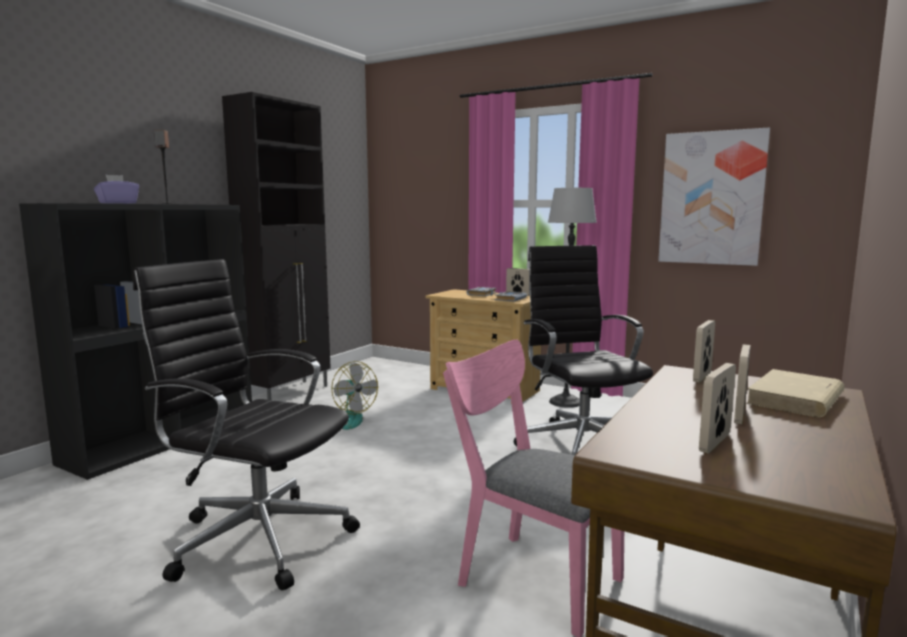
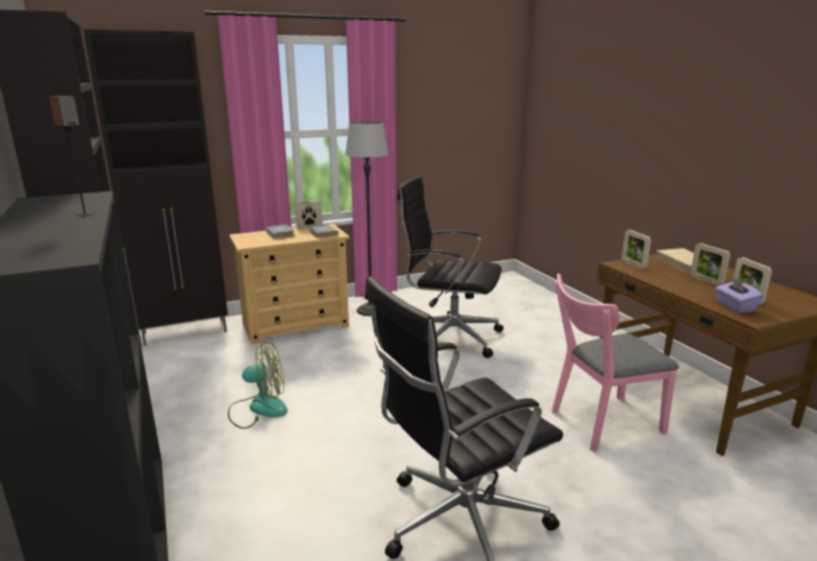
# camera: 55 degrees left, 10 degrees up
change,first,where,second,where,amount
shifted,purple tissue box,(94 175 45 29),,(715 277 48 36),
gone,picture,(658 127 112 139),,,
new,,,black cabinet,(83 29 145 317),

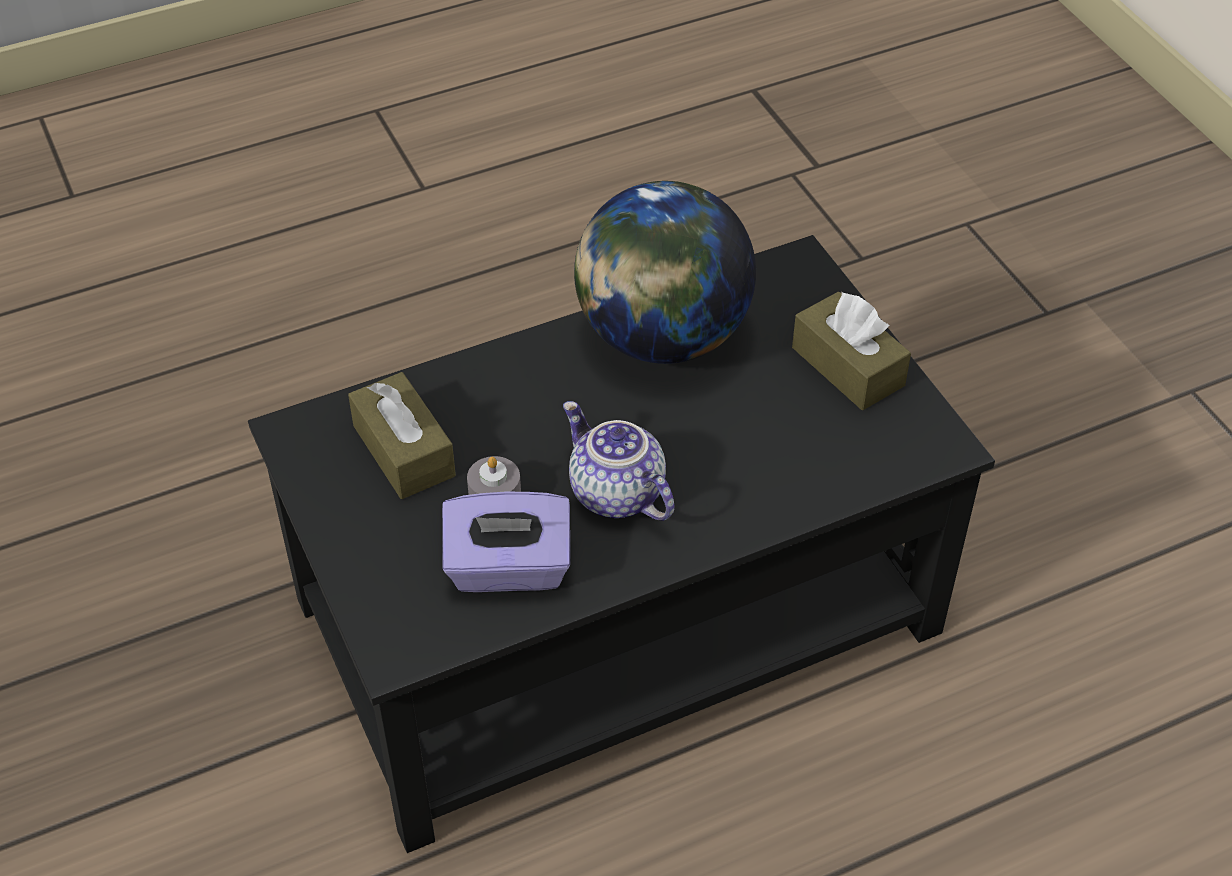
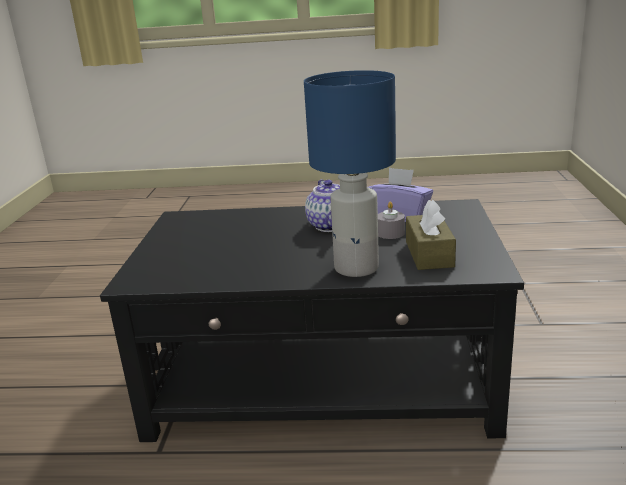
# camera: 150 degrees left, 25 degrees down
change,first,where,second,where,amount
gone,globe,(574 181 182 183),,,
gone,brown tissue box,(792 291 119 119),,,
new,,,blue table lamp,(304 70 92 207),

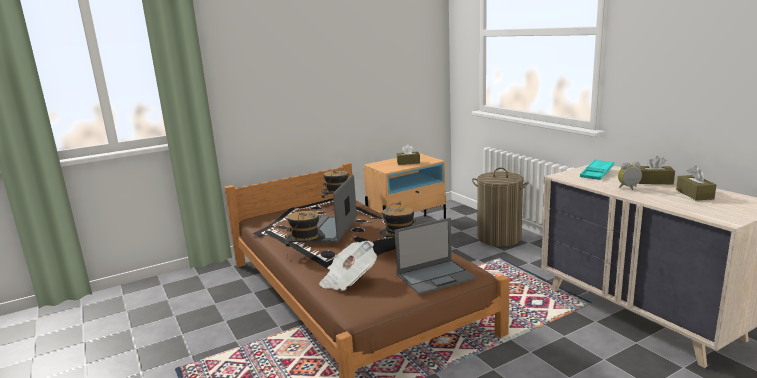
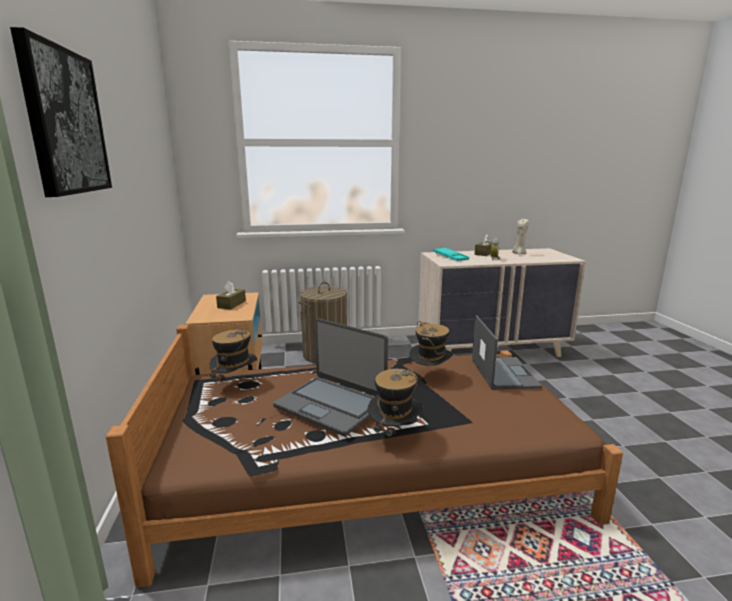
# camera: 70 degrees left, 0 degrees up
change,first,where,second,where,amount
gone,newspaper,(319 241 58 50),,,
swapped,brown tissue box,(676 166 40 35),beige candle,(512 219 17 35),
new,,,picture,(10 27 102 170),

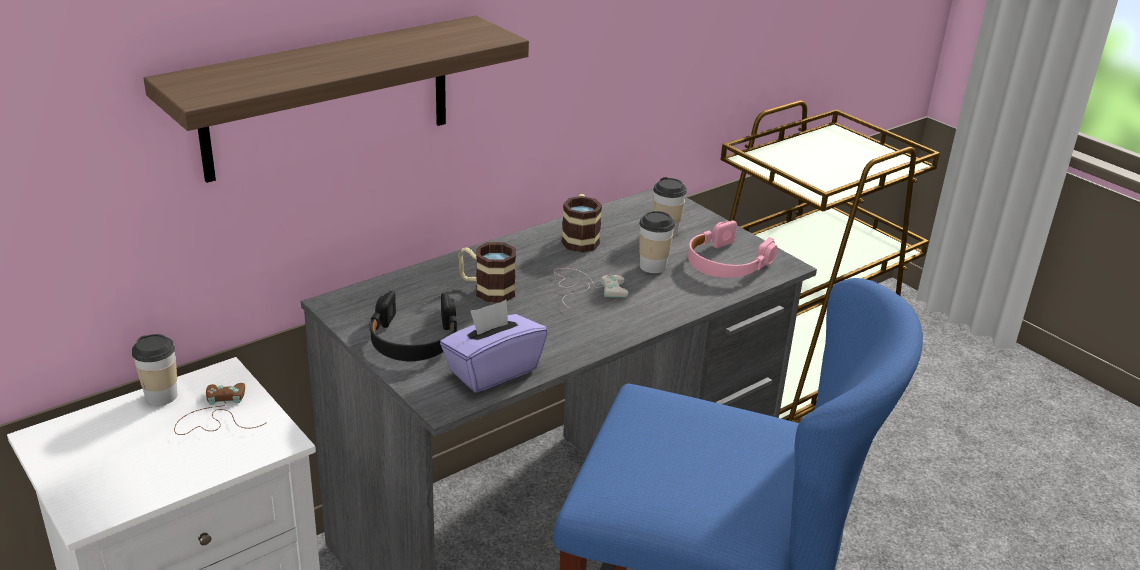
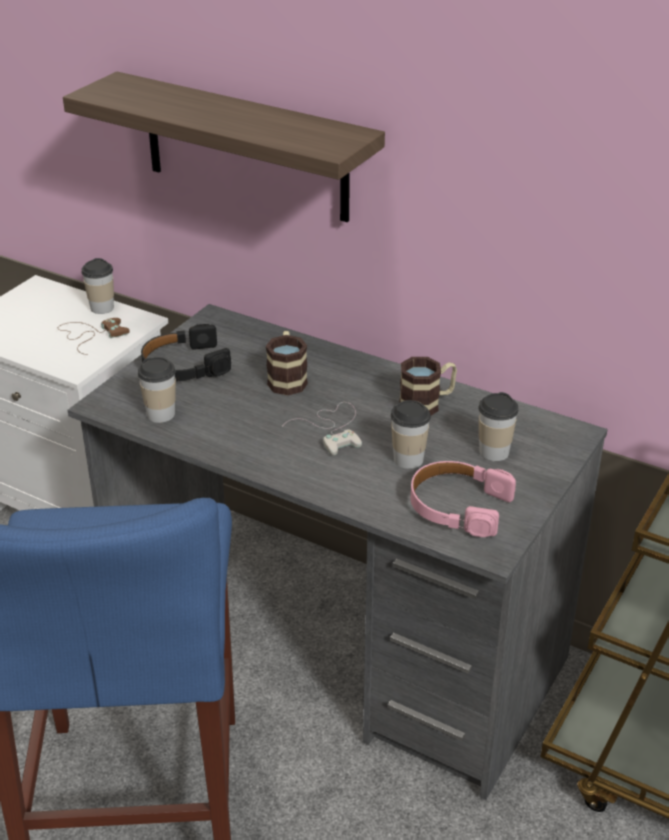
# camera: 70 degrees right, 5 degrees up
change,first,where,second,where,amount
swapped,purple tissue box,(440 300 108 92),cup,(138 357 38 66),

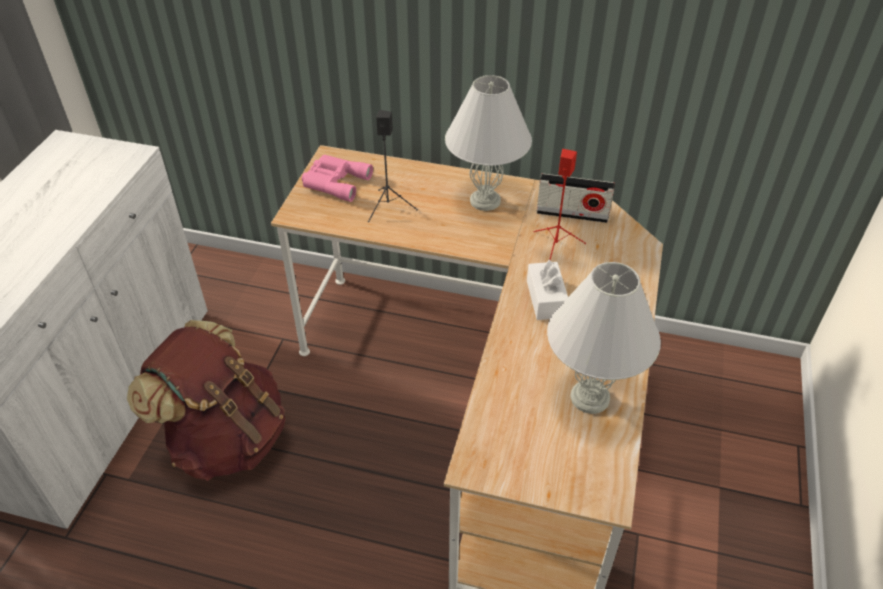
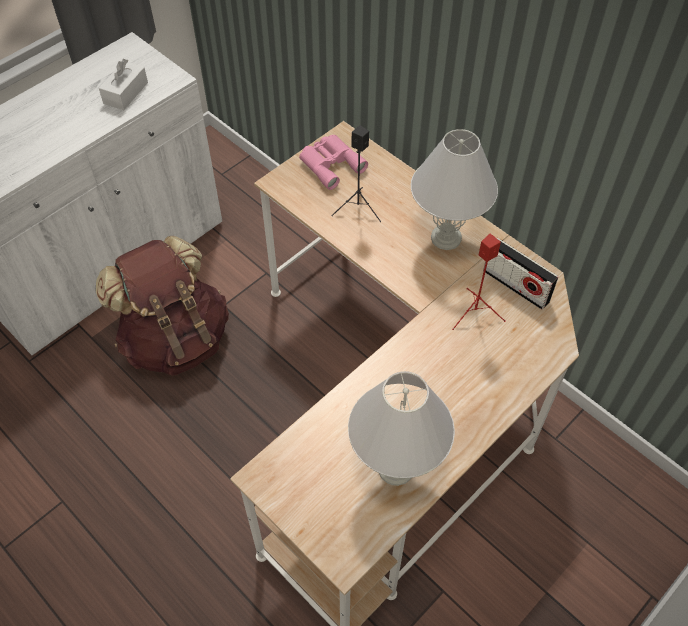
# camera: 30 degrees right, 10 degrees up
change,first,where,second,where,amount
shifted,white tissue box,(527 260 41 60),,(99 59 49 51),

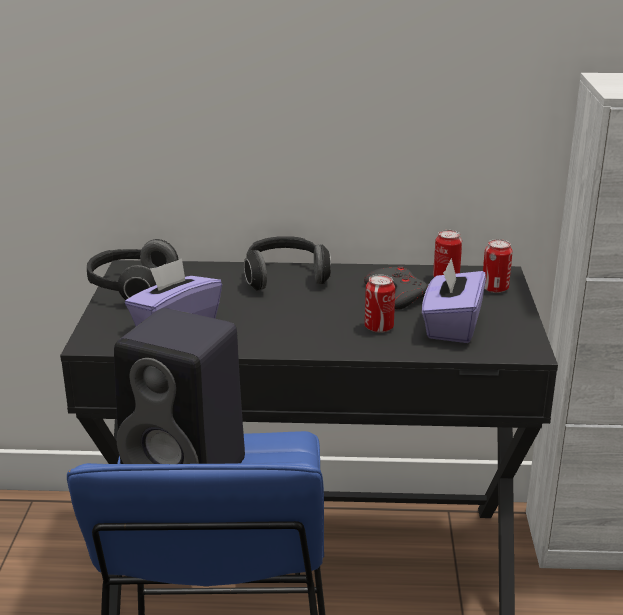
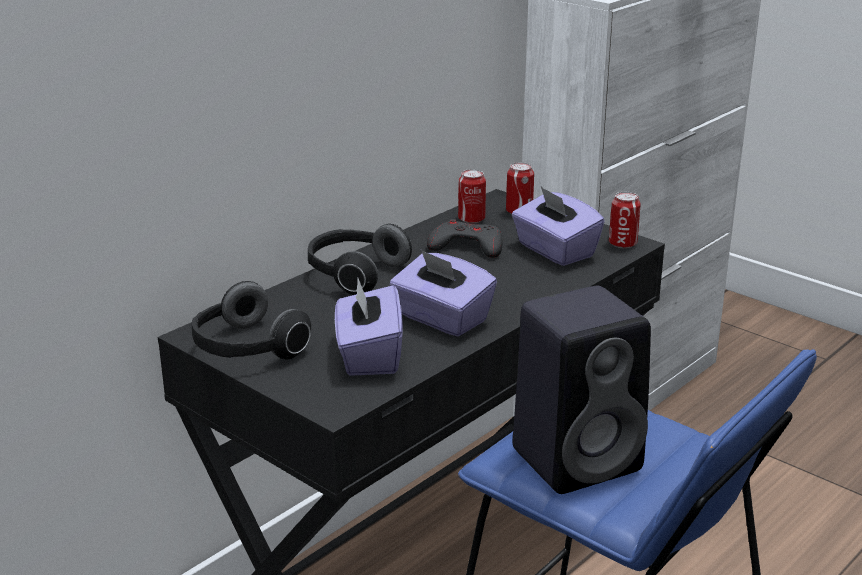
# camera: 50 degrees left, 0 degrees up
change,first,where,second,where,amount
shifted,can,(365 274 30 59),,(609 192 31 56),
new,,,purple tissue box,(390 250 107 87),

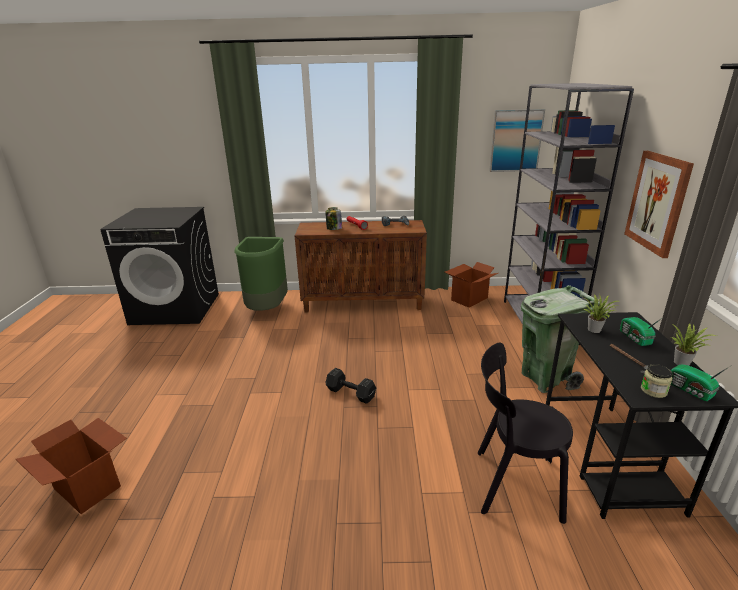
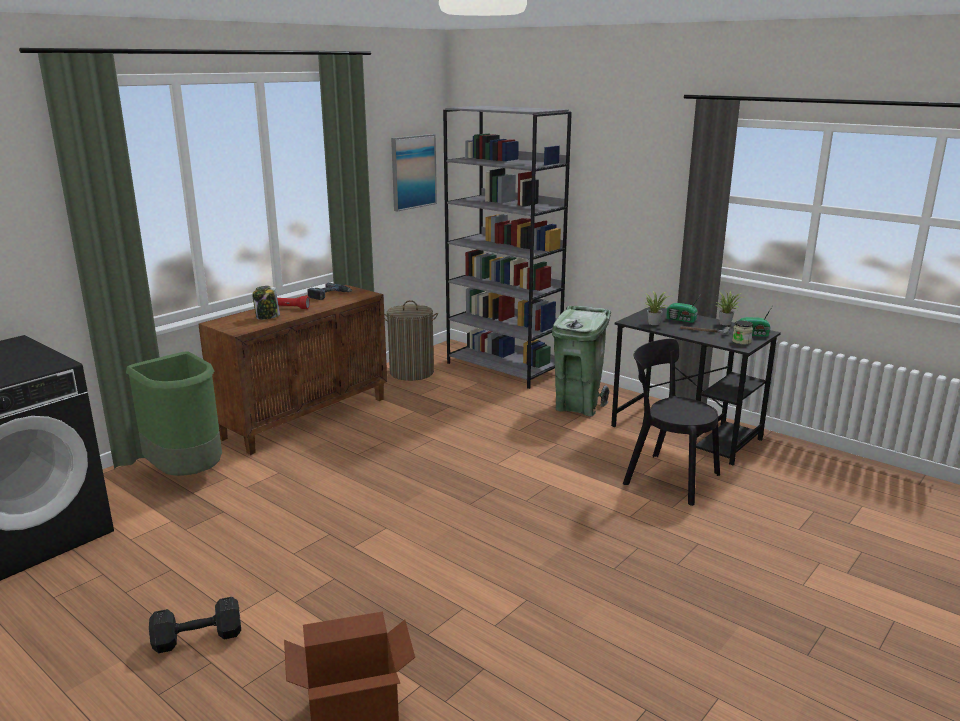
# camera: 50 degrees left, 5 degrees down
change,first,where,second,where,amount
shifted,black dumbbell,(325 368 51 36),,(149 597 92 56),
swapped,cardboard box,(445 262 53 46),laundry basket,(384 300 54 81),
rotated,black chair,(478 343 95 181),,(623 339 97 167),75 degrees clockwise
gone,picture,(624 151 70 107),,,

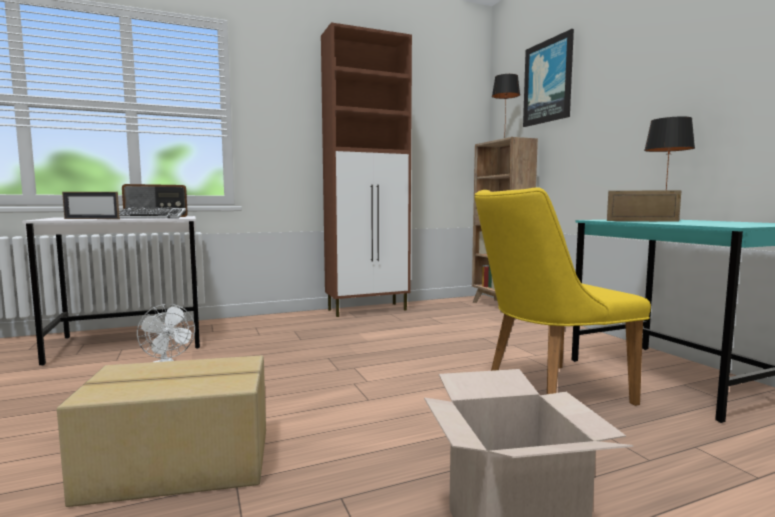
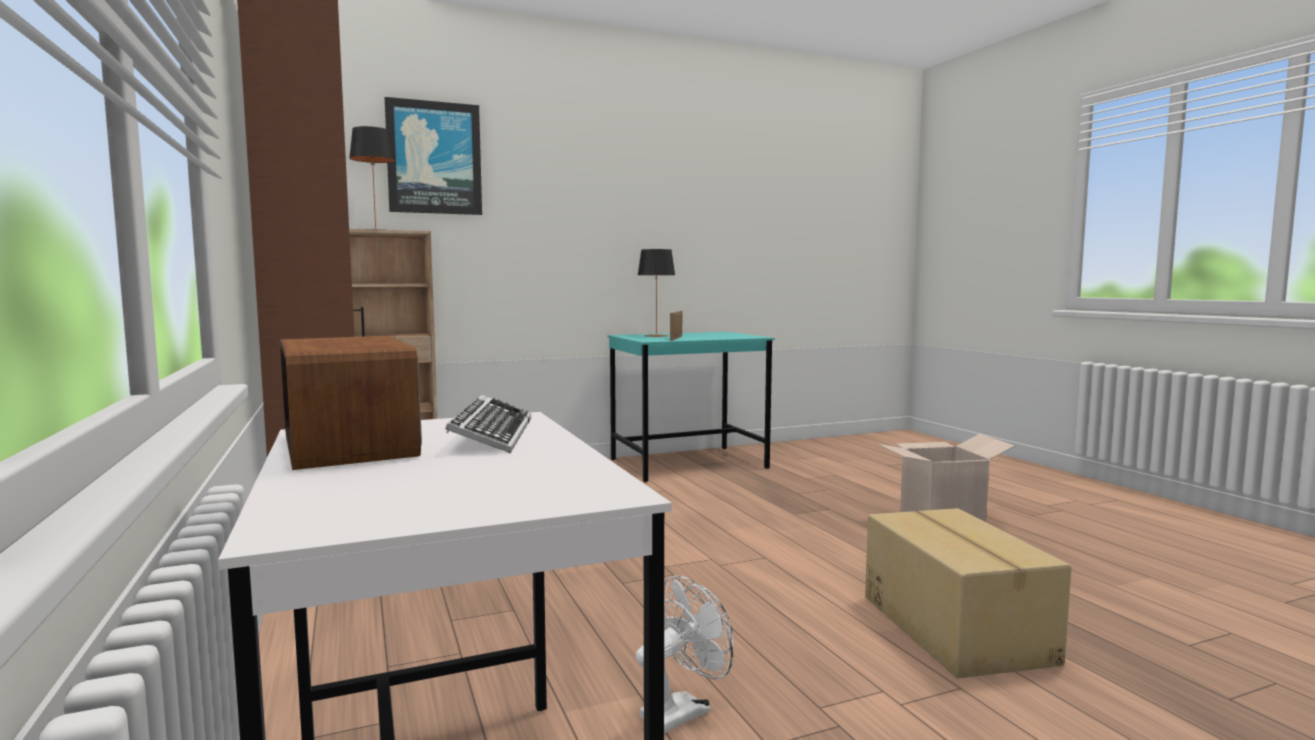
# camera: 90 degrees left, 0 degrees up
change,first,where,second,where,amount
gone,picture frame,(62 192 58 27),,,
gone,yellow chair,(475 187 176 219),,,

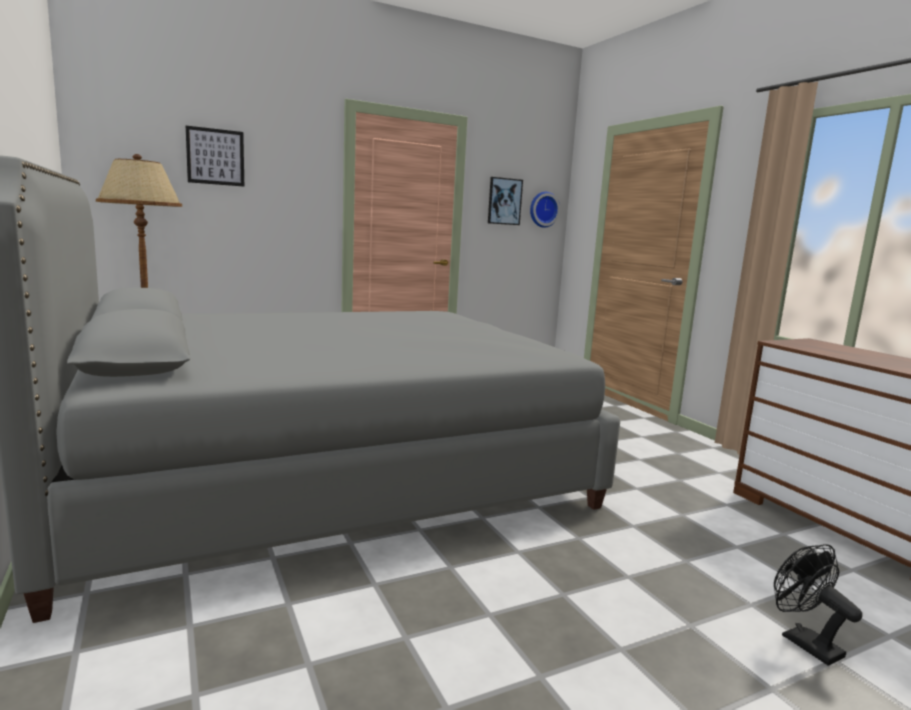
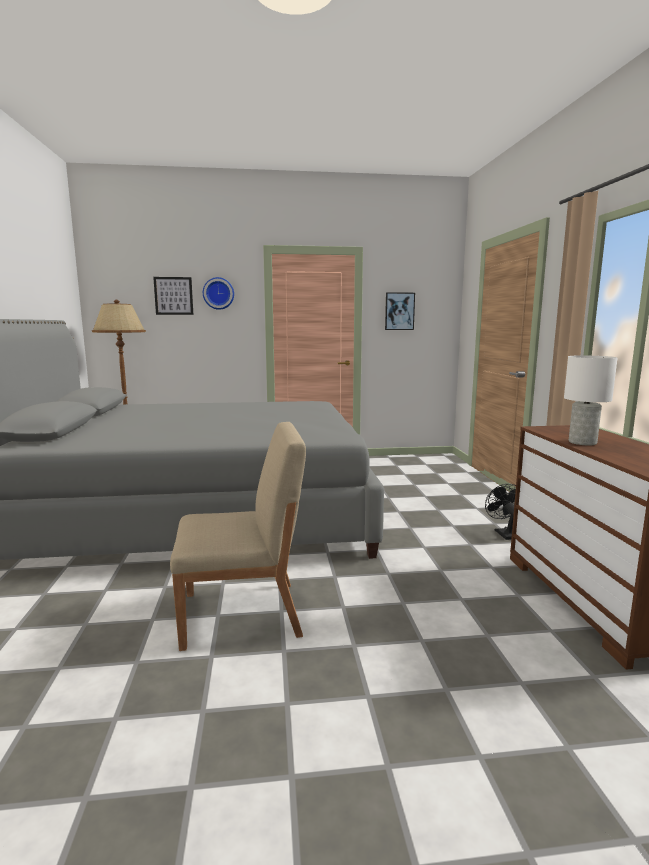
# camera: 20 degrees right, 0 degrees up
change,first,where,second,where,amount
shifted,wall clock,(530 192 30 36),,(203 277 31 33),
shifted,black fan,(774 544 89 122),,(485 484 31 56),
new,,,beige chair,(170 422 136 229),
new,,,white table lamp,(564 356 54 89),

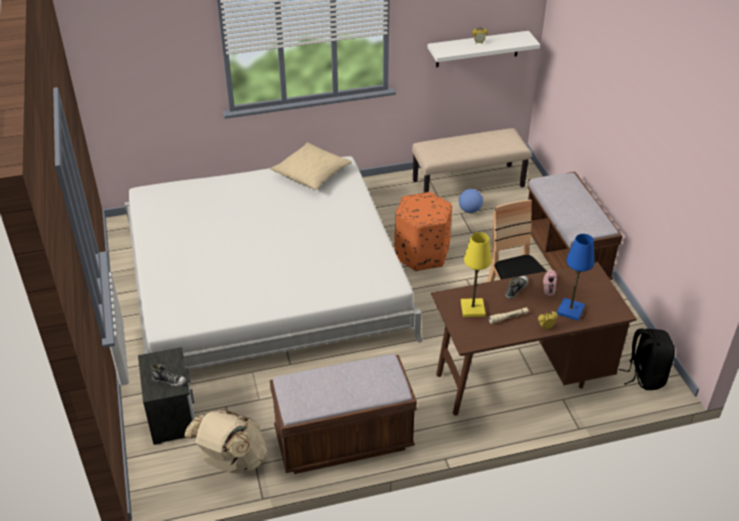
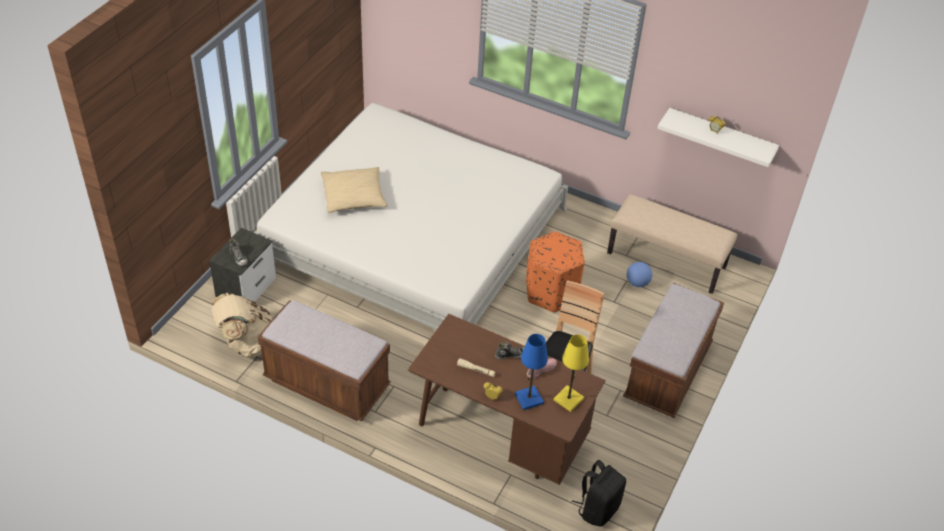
# camera: 40 degrees right, 5 degrees up
change,first,where,second,where,amount
shifted,beige pillow,(270 143 82 47),,(321 167 66 46),
shifted,yellow table lamp,(461 232 31 85),,(554 334 35 78),

